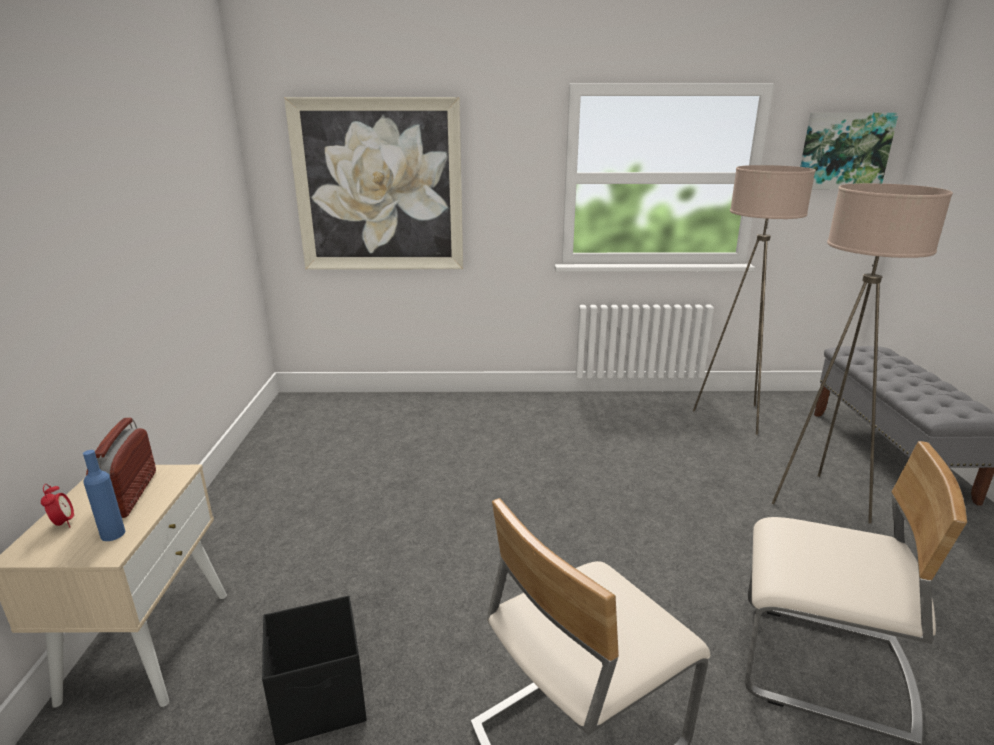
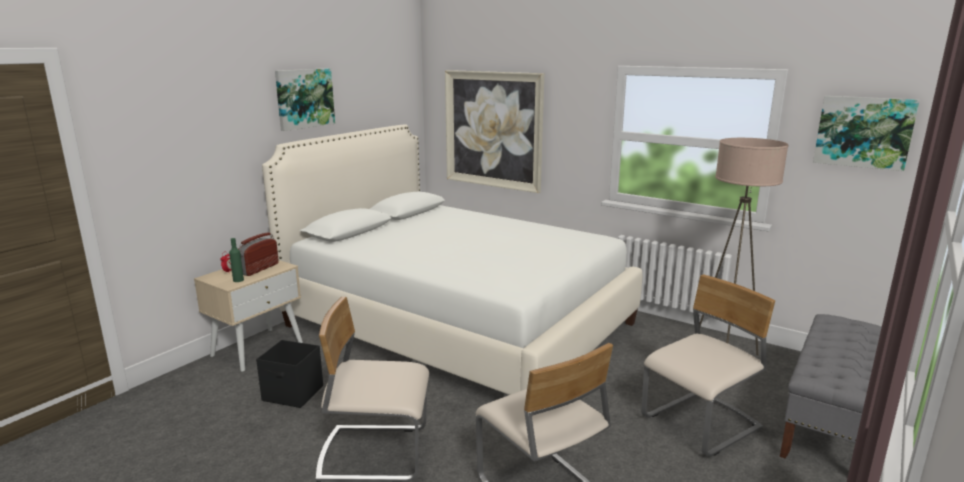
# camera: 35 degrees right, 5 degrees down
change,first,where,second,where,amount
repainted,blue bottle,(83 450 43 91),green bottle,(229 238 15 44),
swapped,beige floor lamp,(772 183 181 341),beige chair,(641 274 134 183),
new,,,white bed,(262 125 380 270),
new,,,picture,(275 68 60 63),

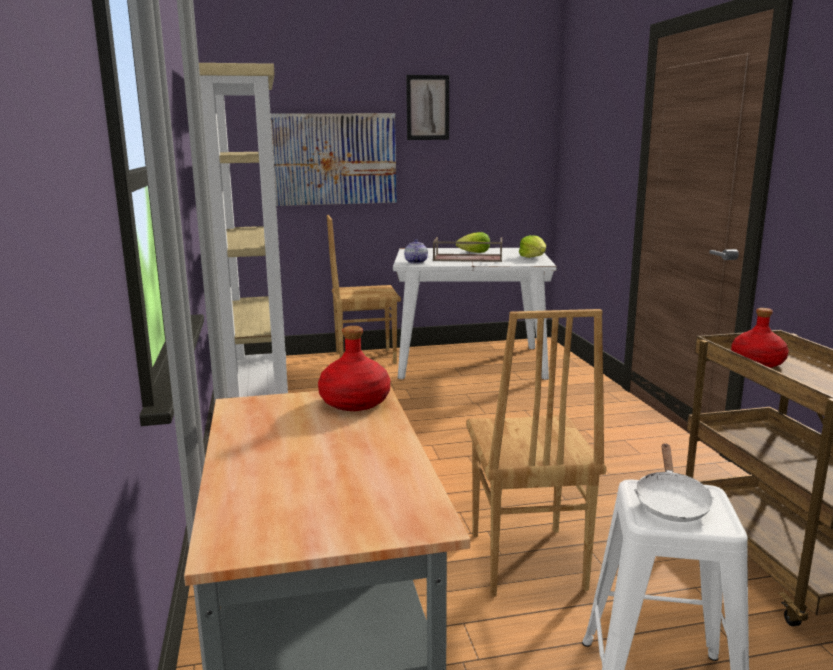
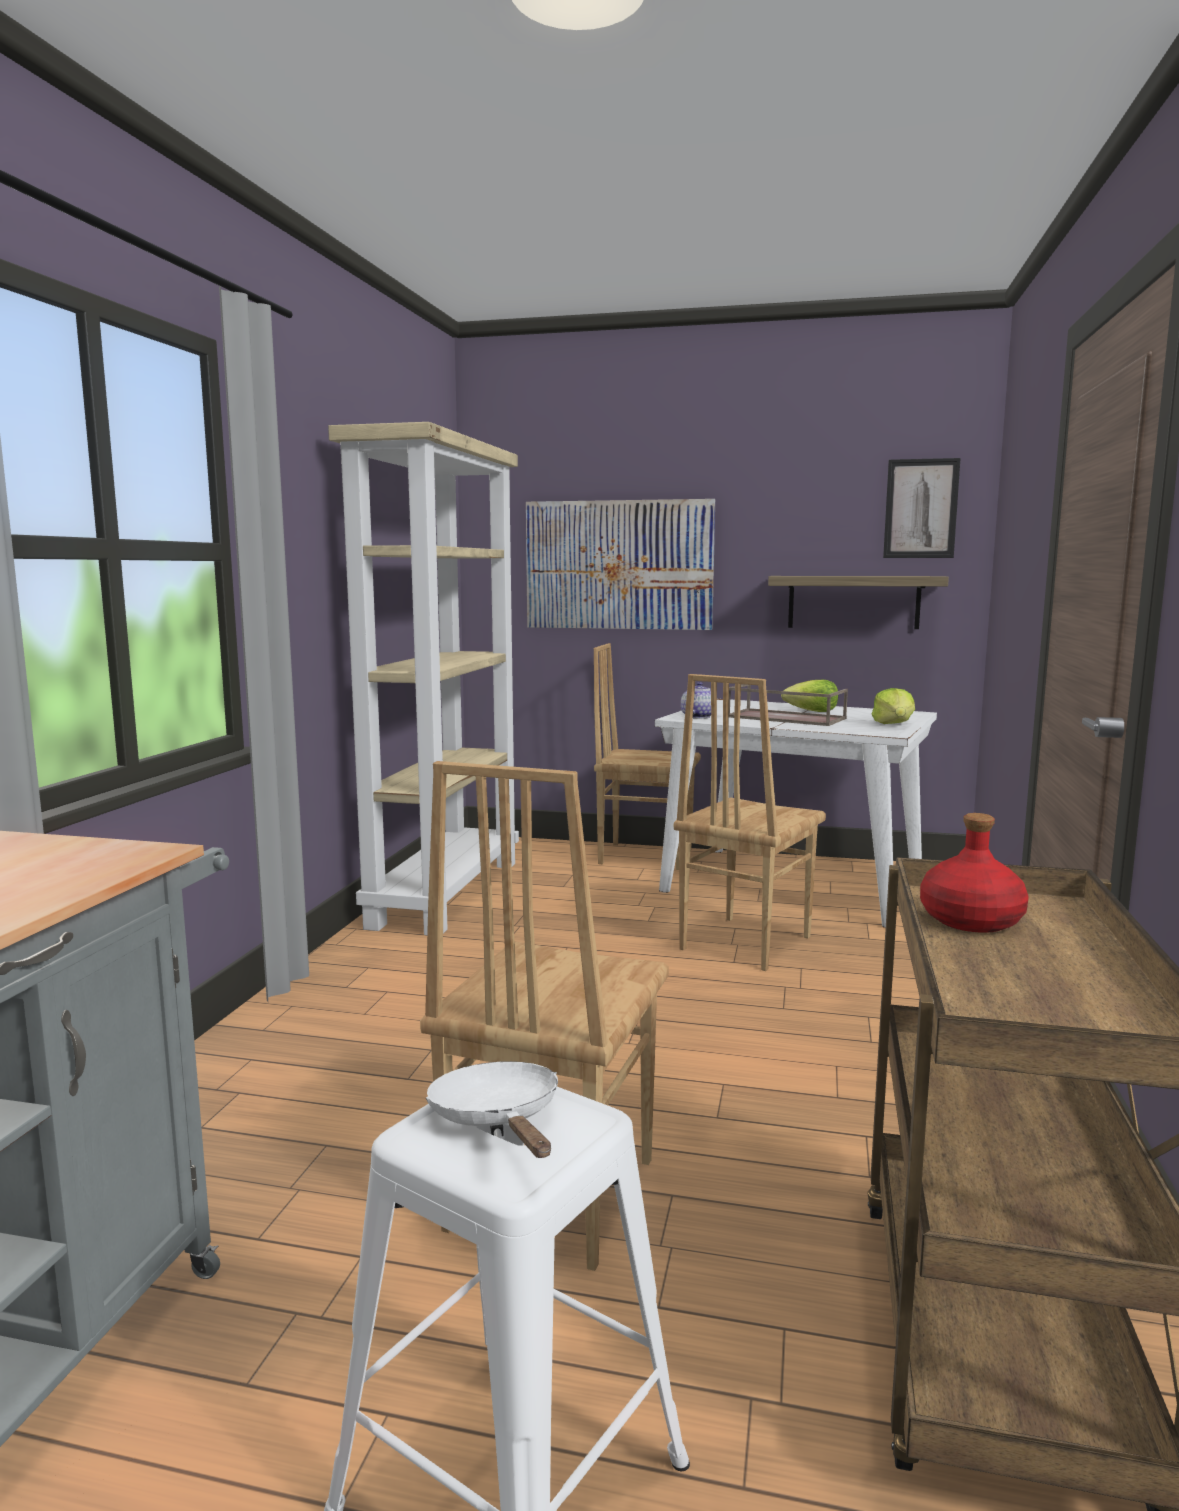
# camera: 25 degrees right, 5 degrees down
change,first,where,second,where,amount
gone,red bottle,(318 326 72 85),,,
shifted,picture,(406 75 43 65),,(883 458 78 100),
rotated,white frying pan,(634 443 80 79),,(426 1061 132 97),120 degrees clockwise
new,,,brown chair,(674 674 152 297),
new,,,shelf,(768 576 181 53),

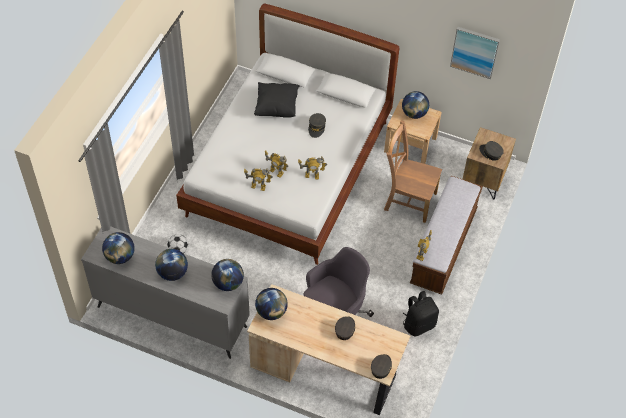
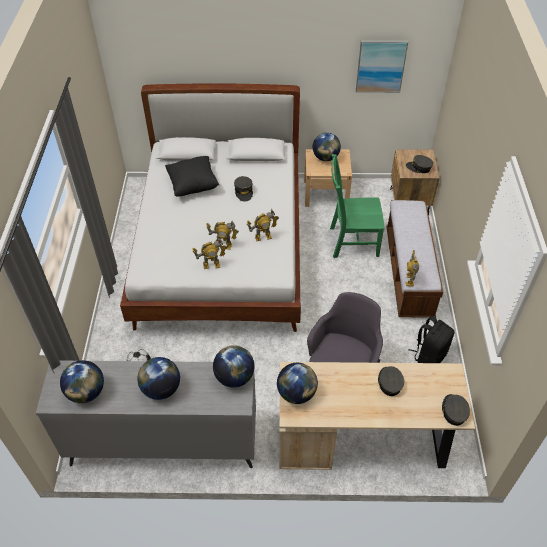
# camera: 20 degrees left, 5 degrees down
change,first,where,second,where,amount
repainted,brown chair,(384 120 58 103),green chair,(330 154 55 104),

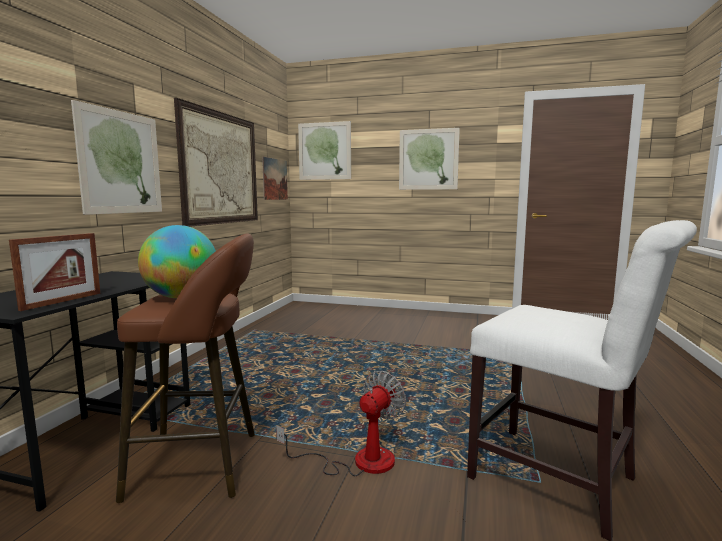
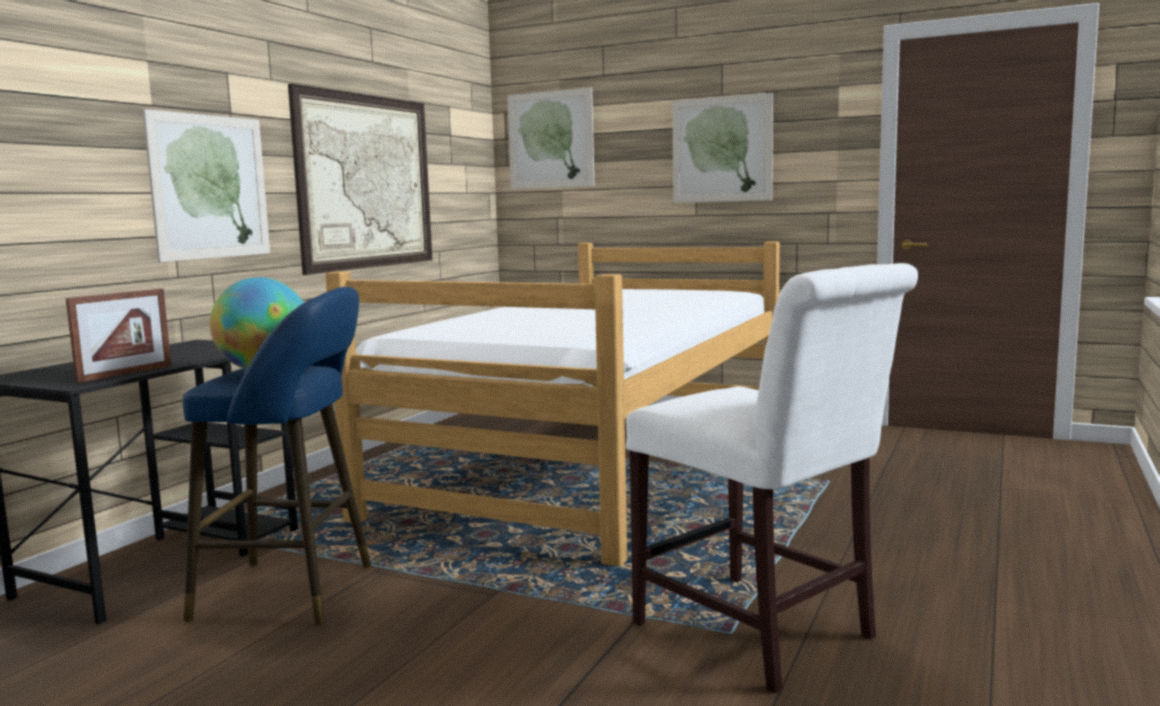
# camera: 10 degrees right, 0 degrees up
change,first,where,second,where,amount
repainted,brown stool,(116 233 139 270),blue stool,(183 287 188 338),
gone,picture,(262 157 26 43),,,
gone,fan,(276 371 130 105),,,
new,,,bed,(325 242 455 324),

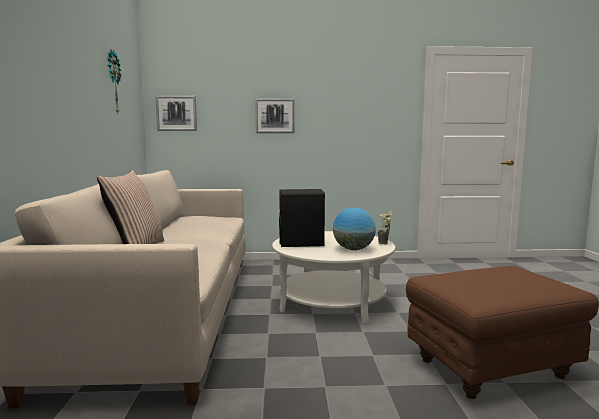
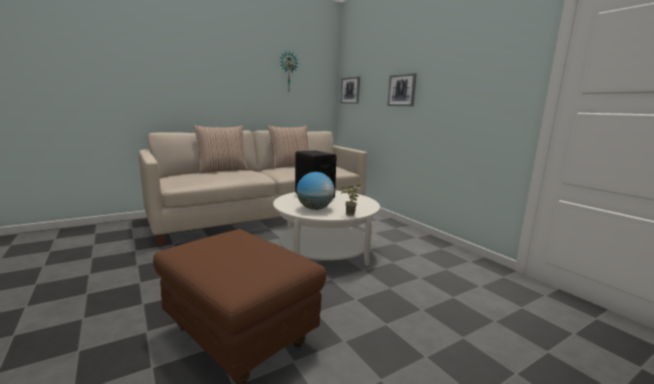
# camera: 60 degrees right, 5 degrees up
change,first,where,second,where,amount
new,,,pillow,(268 126 41 42),

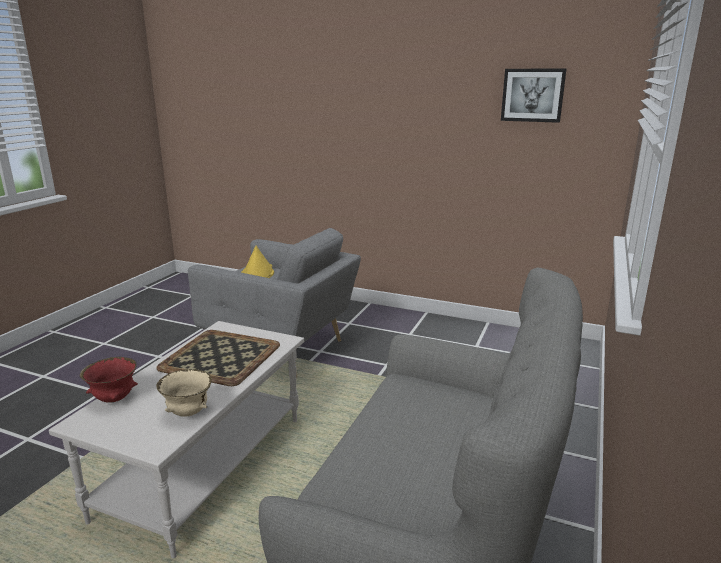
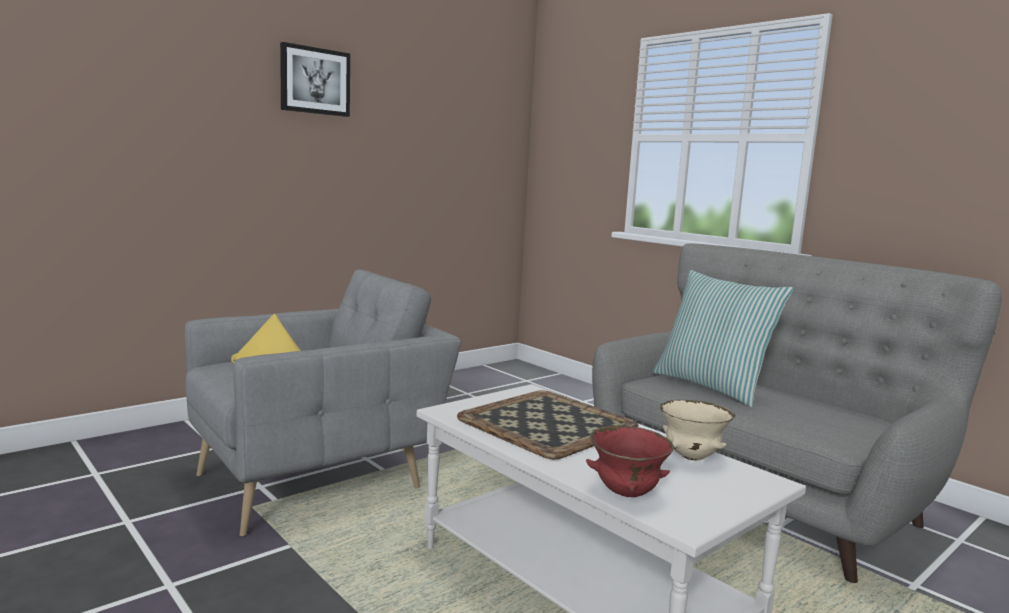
# camera: 65 degrees left, 10 degrees down
change,first,where,second,where,amount
shifted,picture,(501 69 65 54),,(280 42 70 75),
new,,,pillow,(653 270 141 137),

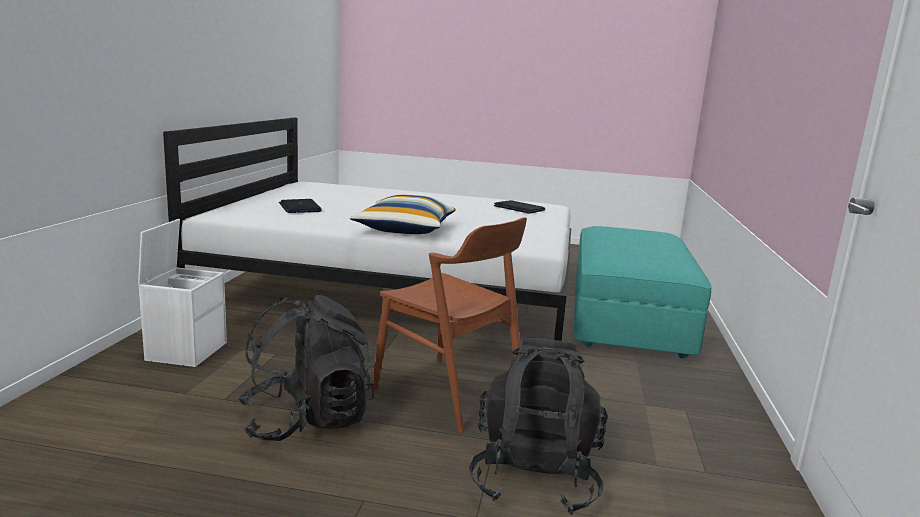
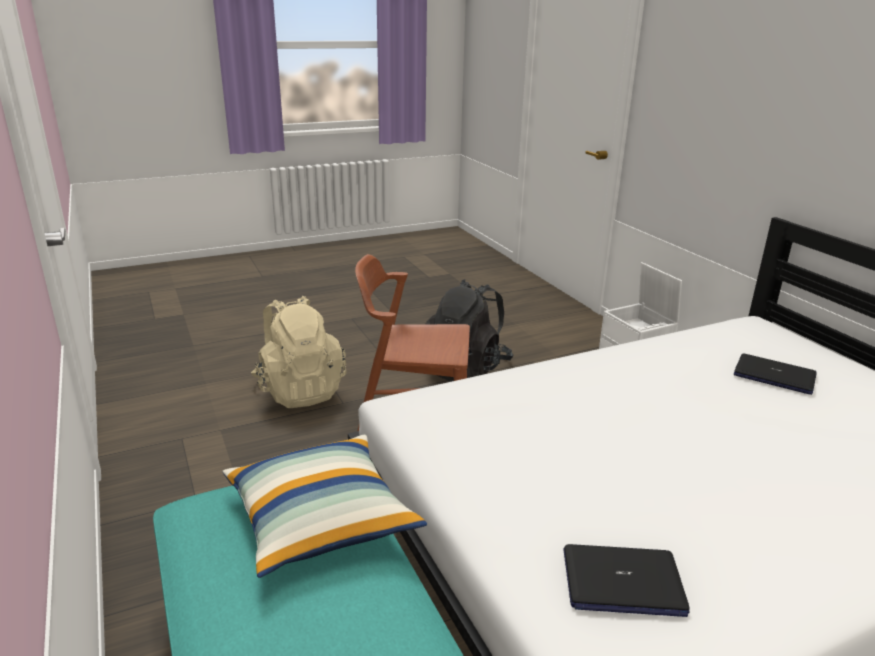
# camera: 145 degrees right, 10 degrees up
change,first,where,second,where,amount
shifted,pillow,(350 195 106 39),,(223 435 204 143),
repainted,black backpack,(469 338 139 177),beige backpack,(251 296 96 112),

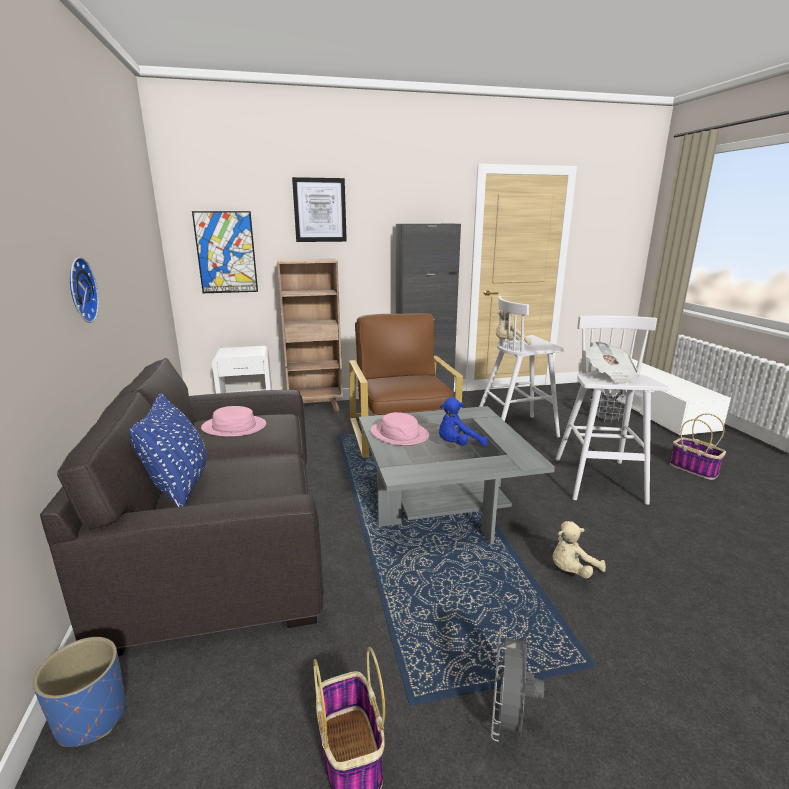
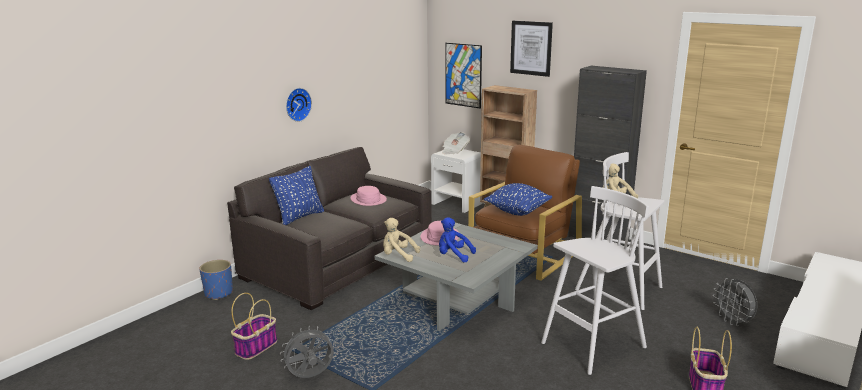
# camera: 50 degrees right, 0 degrees up
change,first,where,second,where,amount
shifted,beige plush toy,(553 521 53 58),,(383 218 37 44),
shifted,newspaper,(587 341 53 43),,(442 132 28 22),
new,,,blue pillow,(484 183 69 33),

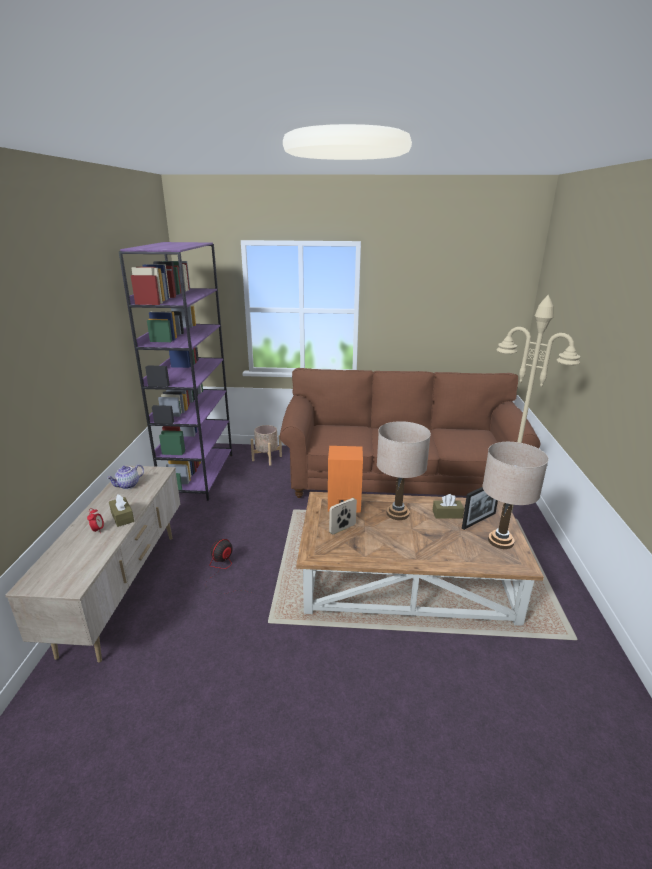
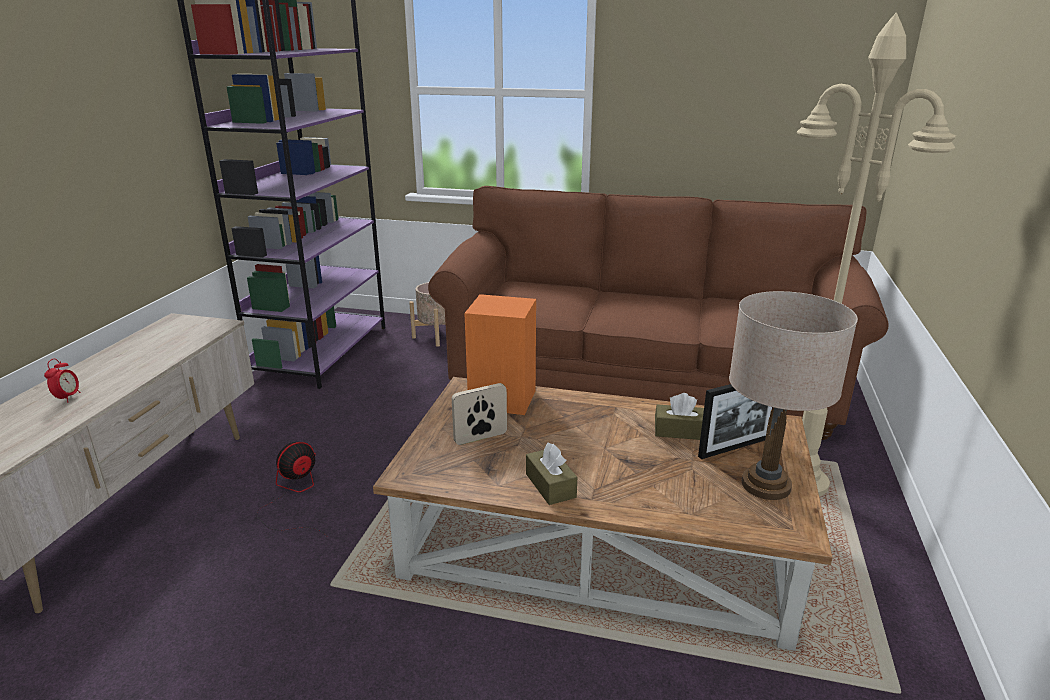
# camera: 10 degrees right, 0 degrees up
change,first,where,second,where,amount
gone,teapot,(107 464 37 25),,,
shifted,brown tissue box,(109 494 25 33),,(526 442 51 63),
gone,beige table lamp,(377 421 54 99),,,

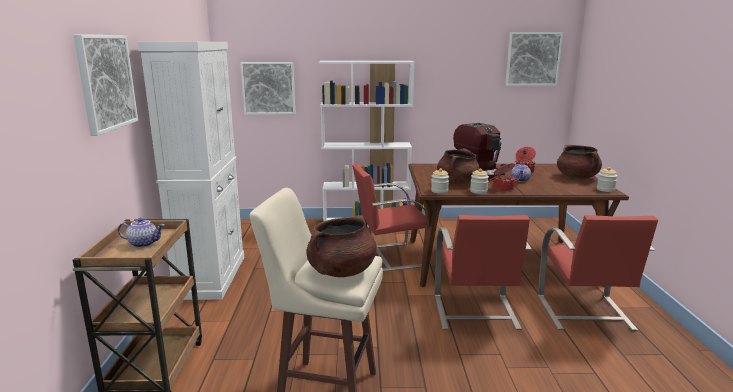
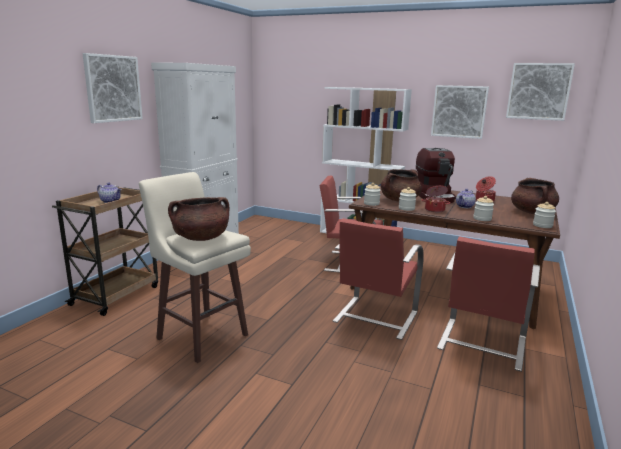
# camera: 25 degrees right, 0 degrees up
change,first,where,second,where,amount
shifted,picture,(240 62 56 53),,(431 85 58 54),
new,,,jar,(474 196 20 25),

